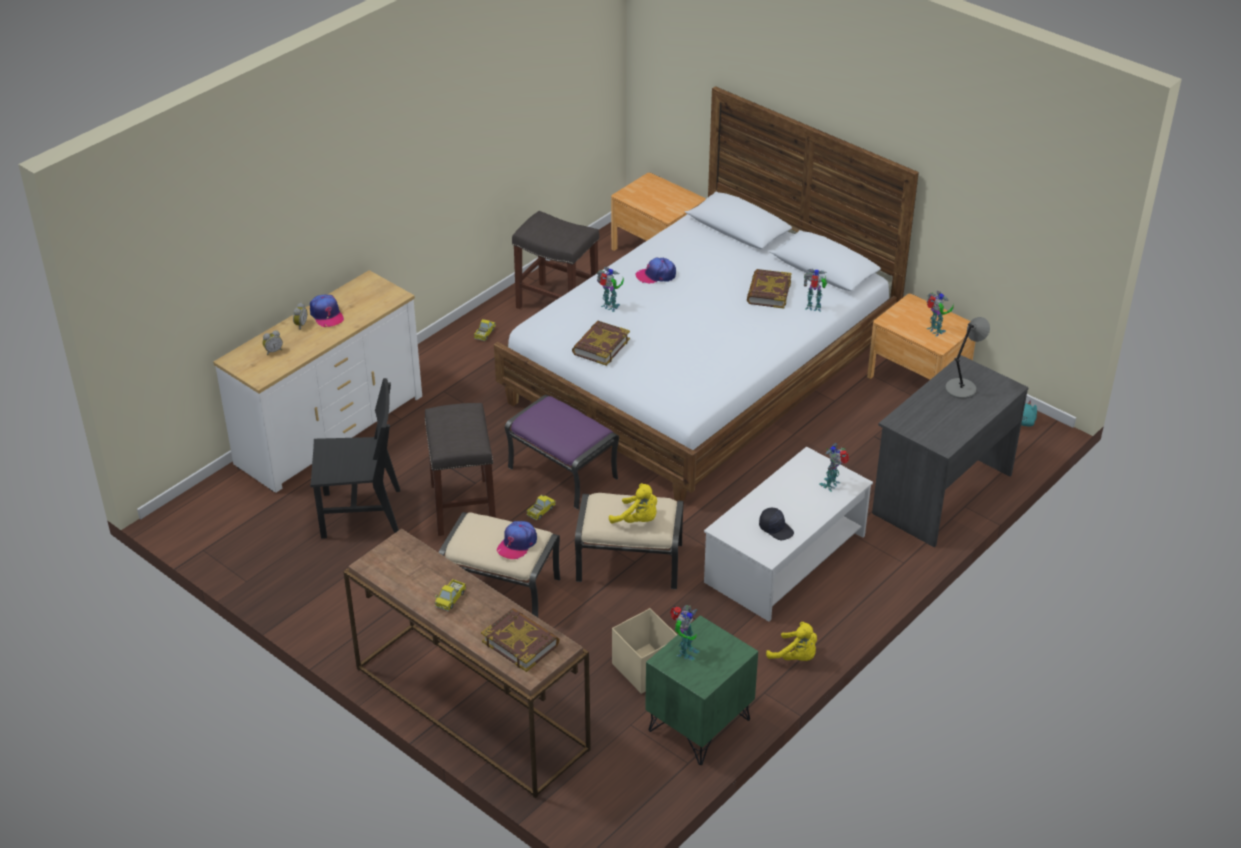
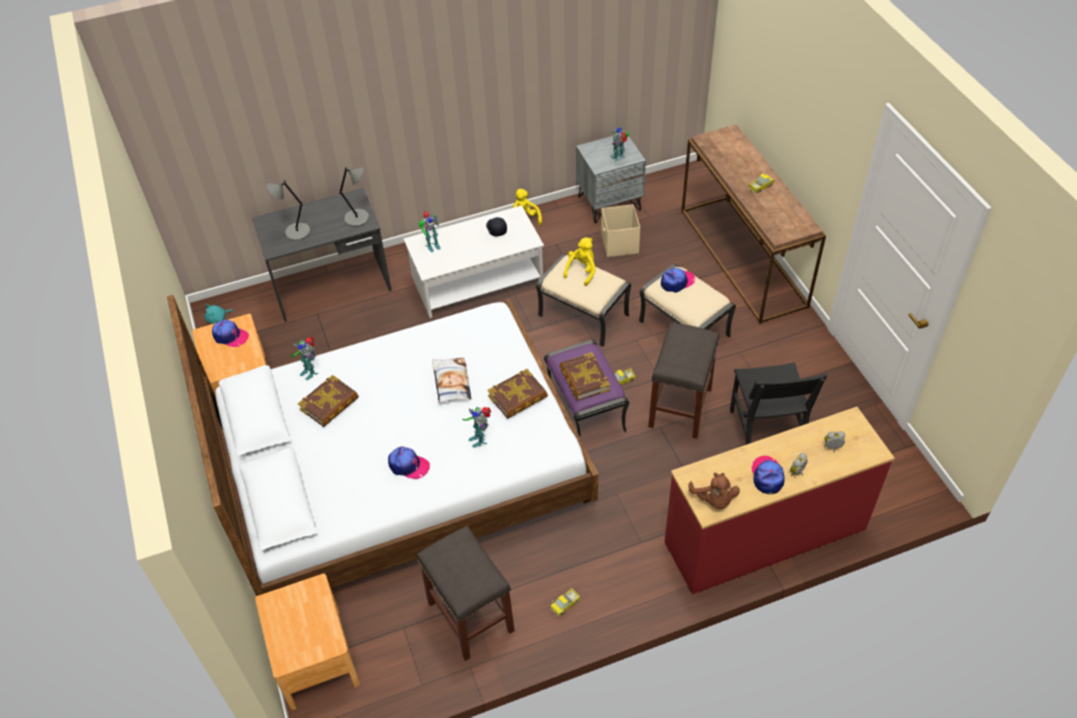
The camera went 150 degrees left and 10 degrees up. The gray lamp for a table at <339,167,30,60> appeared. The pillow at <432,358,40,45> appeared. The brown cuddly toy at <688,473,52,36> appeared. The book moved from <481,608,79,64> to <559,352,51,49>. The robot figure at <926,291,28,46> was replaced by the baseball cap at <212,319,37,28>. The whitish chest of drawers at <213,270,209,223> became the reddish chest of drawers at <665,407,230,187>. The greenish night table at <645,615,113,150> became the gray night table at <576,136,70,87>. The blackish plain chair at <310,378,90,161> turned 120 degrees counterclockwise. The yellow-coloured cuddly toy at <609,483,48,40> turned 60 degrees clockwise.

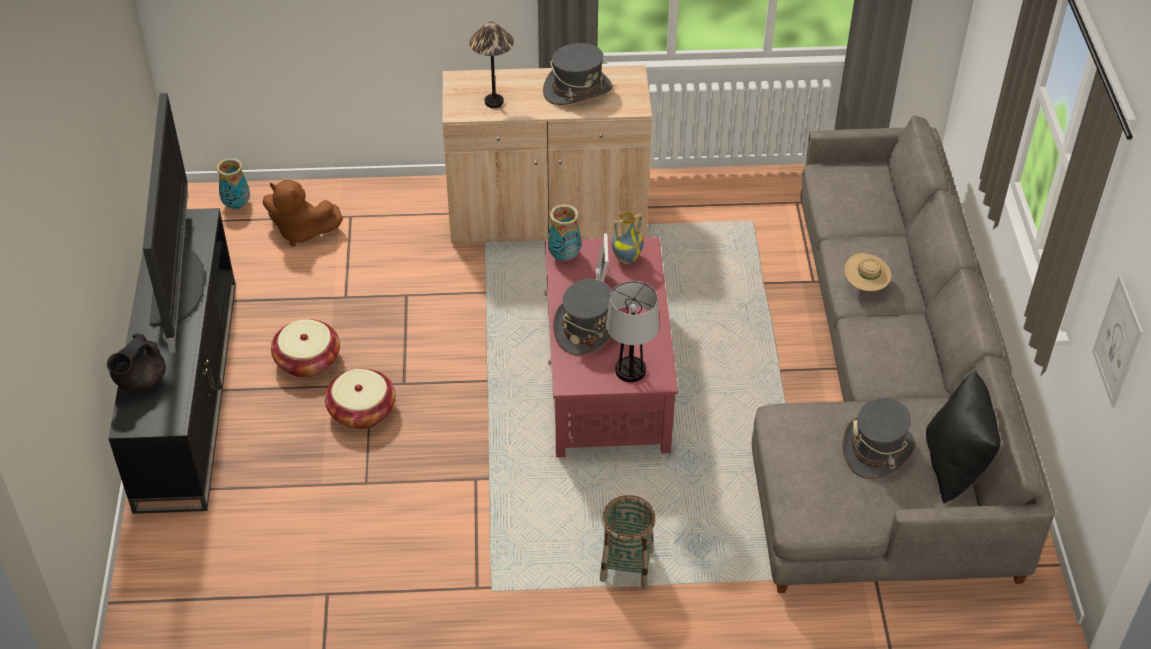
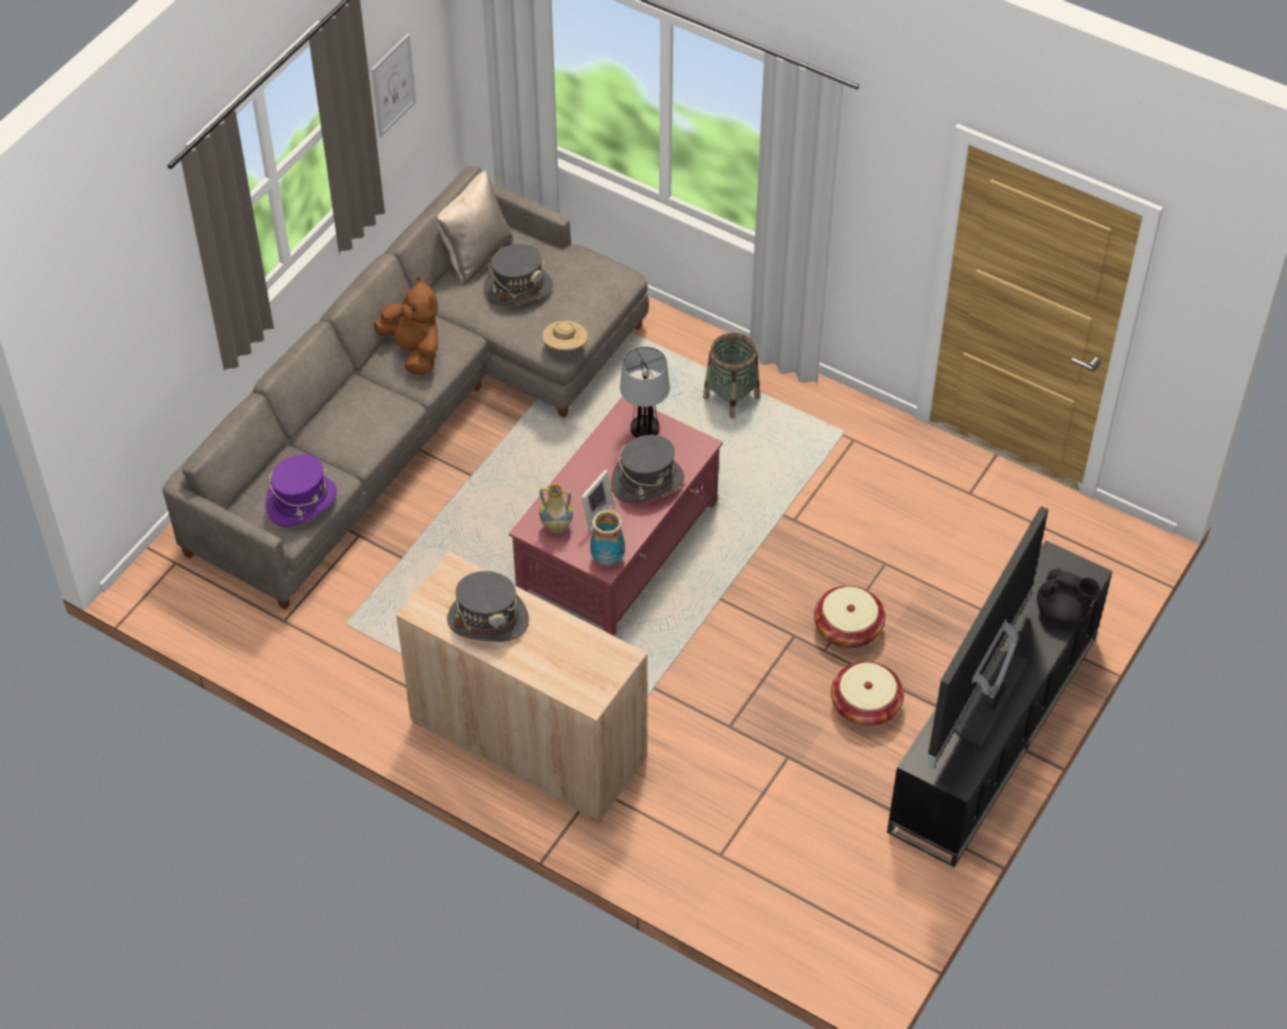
The camera went 145 degrees left and 5 degrees up. The vase at <216,158,34,52> disappeared. The lamp for a table at <469,22,45,86> disappeared. The purple-coloured hat at <266,454,71,73> appeared. The brown cuddly toy moved from <263,180,80,67> to <374,277,64,98>. The beige hat moved from <844,253,47,38> to <542,321,46,31>. The blackish pillow at <926,370,75,134> became the beige pillow at <437,171,76,114>. The blackish pot for tea at <107,334,59,57> turned 45 degrees clockwise.

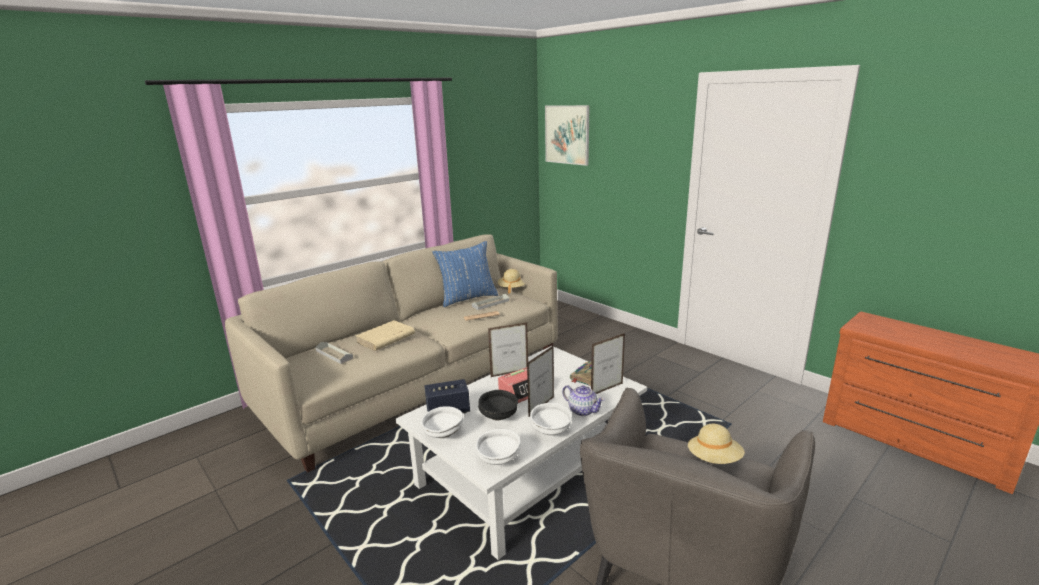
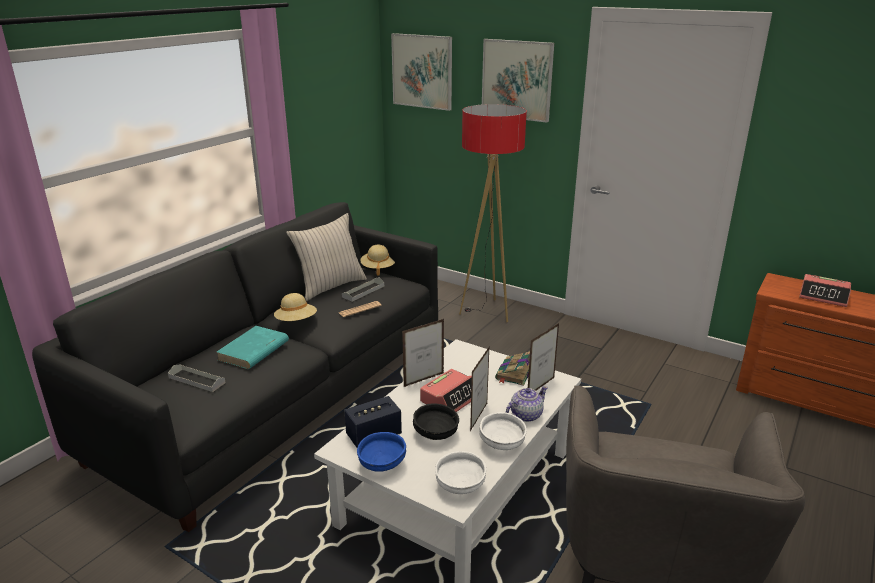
The camera went 15 degrees left and 5 degrees up. The floor lamp at <459,104,68,218> appeared. The wall picture at <482,39,72,84> appeared. The alarm clock at <799,274,52,33> appeared. The beige hat moved from <688,424,57,40> to <274,293,43,28>. The beige couch at <225,234,333,239> became the blackish couch at <32,202,406,330>. The beige book at <356,320,59,31> became the blue-green book at <217,326,72,43>. The whitish deep dish at <421,406,42,32> became the bluish deep dish at <357,432,49,40>. The bluish pillow at <432,241,66,66> became the beige pillow at <286,213,81,88>. The pot for tea at <562,385,43,31> turned 60 degrees counterclockwise.

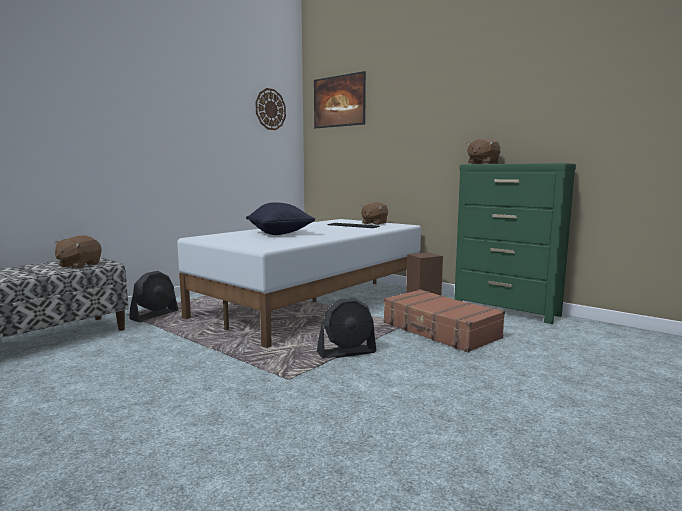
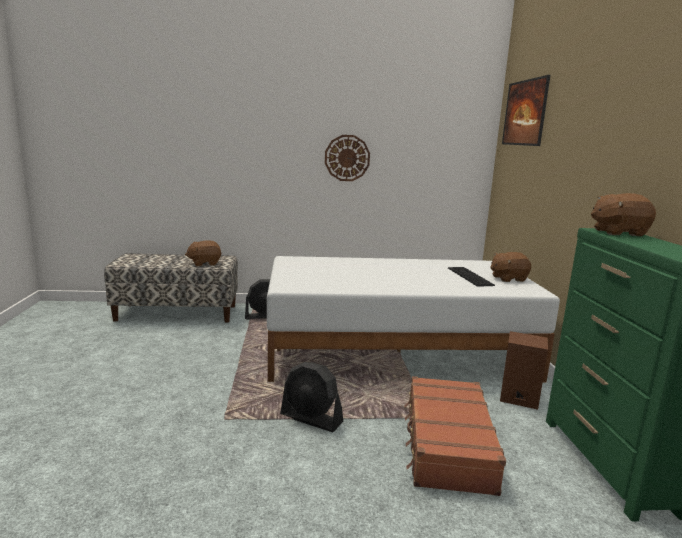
The camera went 45 degrees right and 5 degrees up. The blackish pillow at <246,202,69,33> disappeared. The hanging clock moved from <255,88,31,42> to <325,135,45,46>.

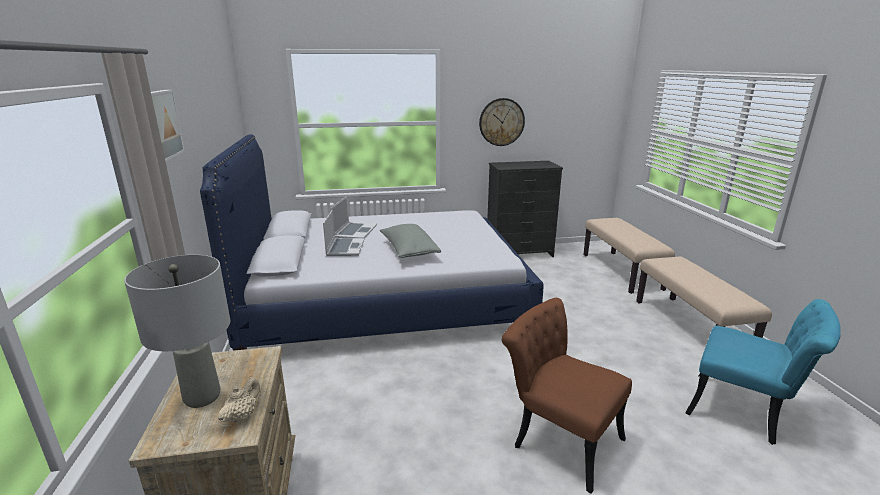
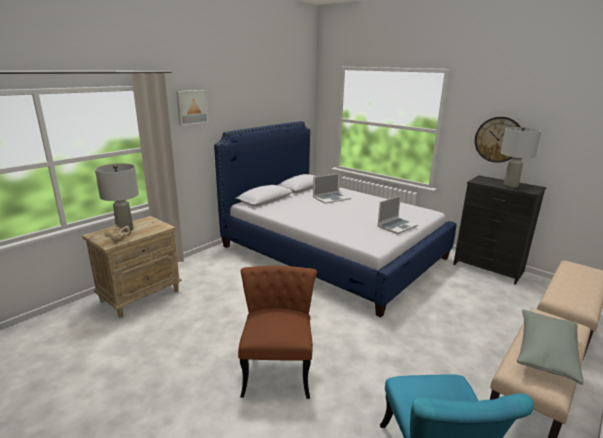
The camera went 50 degrees right and 0 degrees up. The gray lamp for a table at <500,127,41,61> appeared. The laptop moved from <323,210,41,46> to <377,195,41,39>. The gray pillow moved from <380,224,61,34> to <517,309,66,76>.

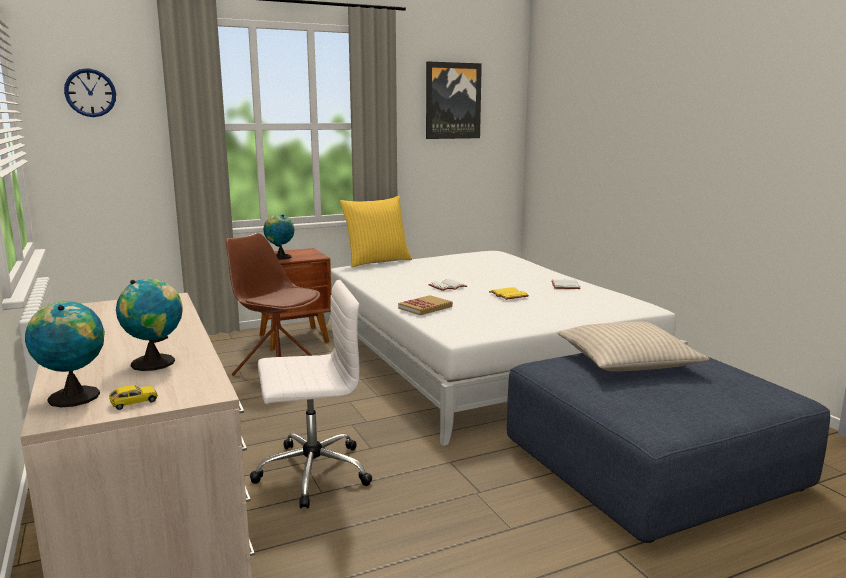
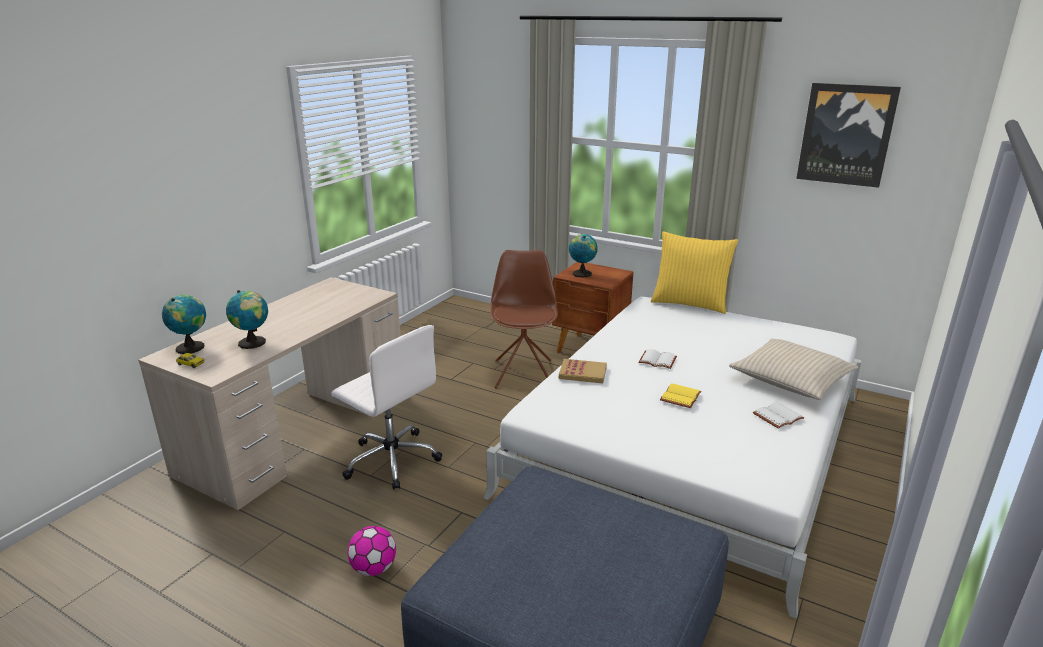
The camera went 55 degrees right and 10 degrees up. The hanging clock at <64,68,52,49> disappeared. The ball for football at <347,526,49,50> appeared. The beige pillow moved from <557,322,153,50> to <729,339,129,61>.

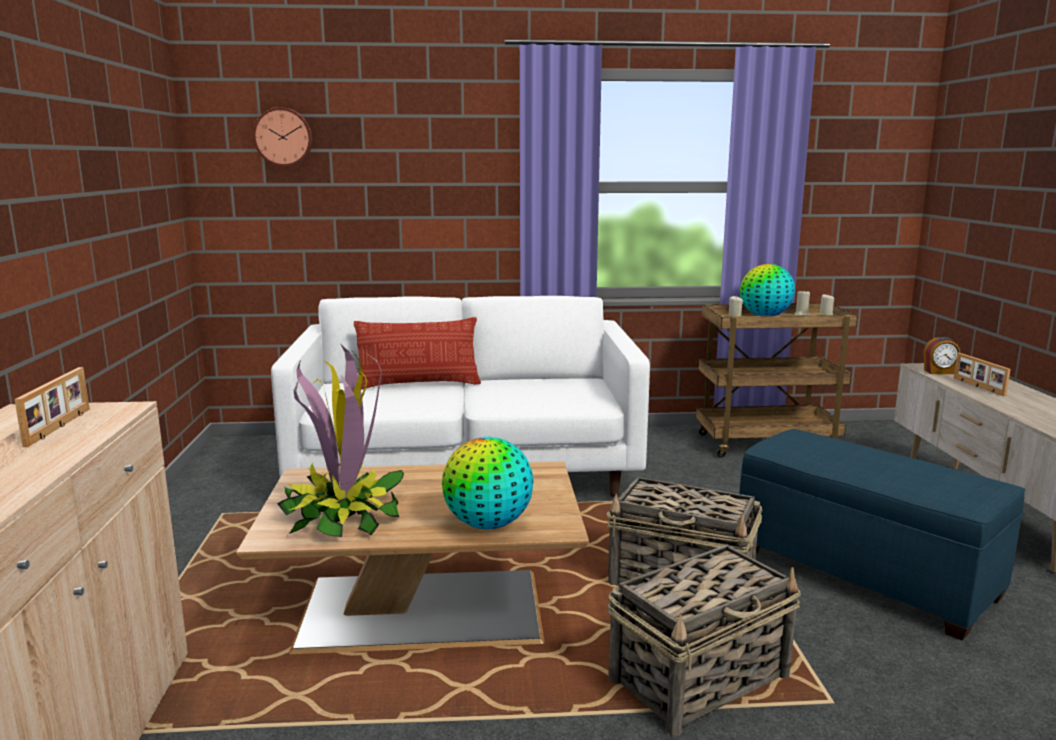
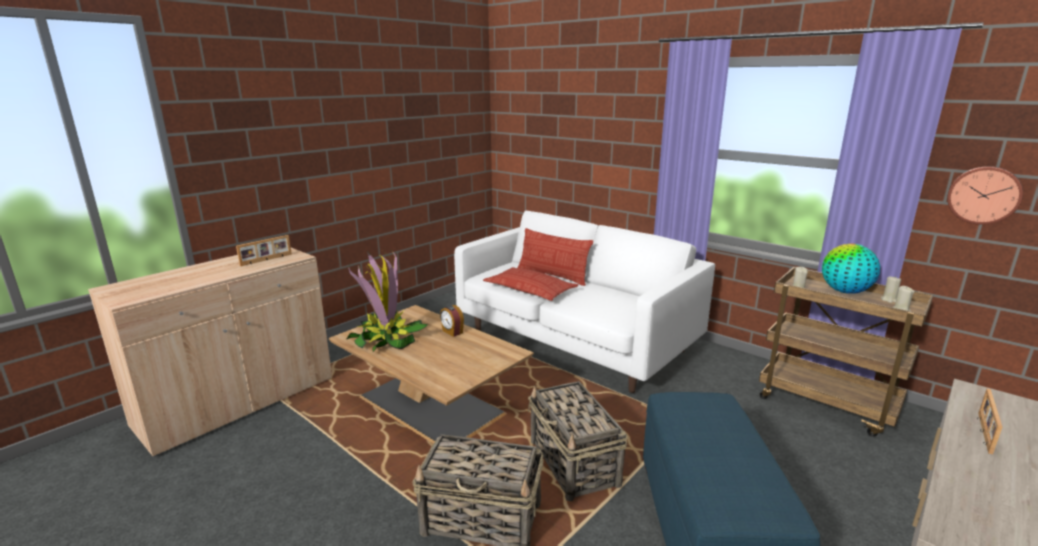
The camera went 45 degrees right and 5 degrees up. The globe at <442,437,92,92> disappeared. The pillow at <483,267,95,34> appeared. The hanging clock moved from <253,107,60,60> to <947,166,76,59>. The alarm clock moved from <923,337,37,37> to <440,305,24,32>.

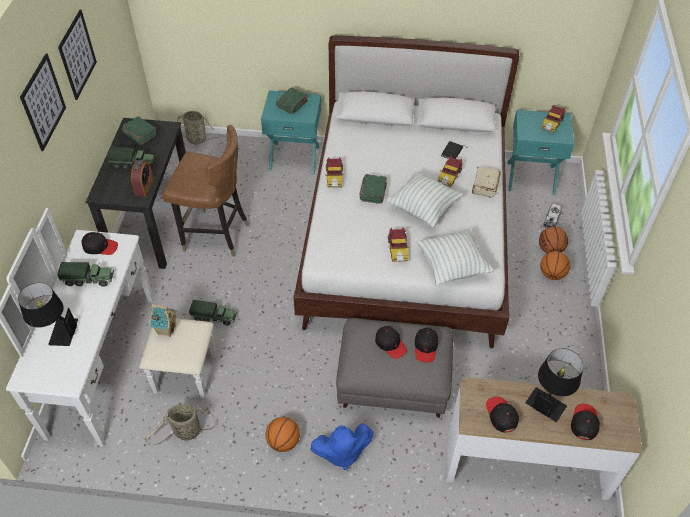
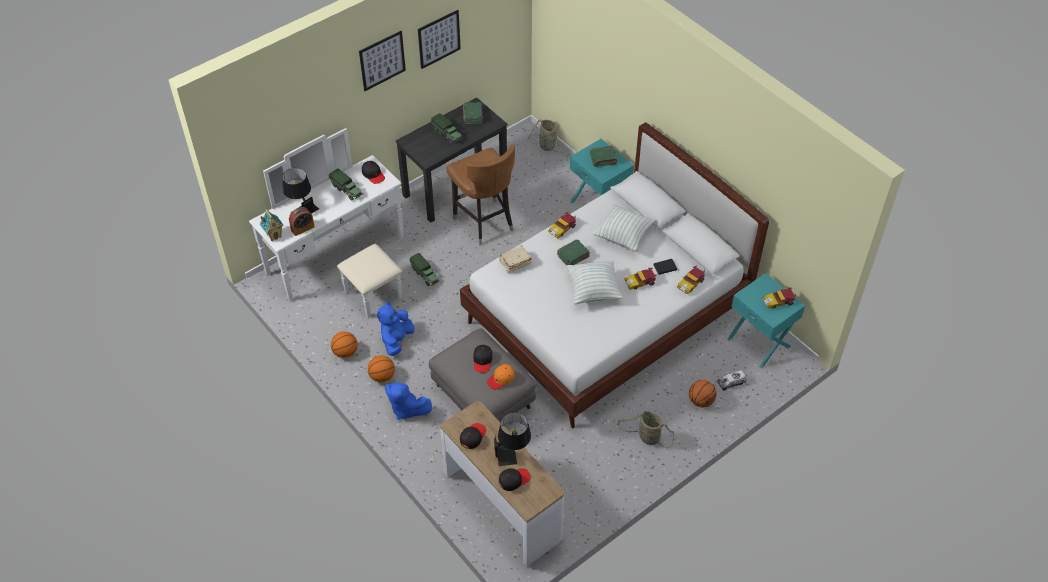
The camera went 45 degrees right and 0 degrees up. The bluish cuddly toy at <377,302,38,54> appeared. The alarm clock moved from <131,161,23,36> to <289,207,26,29>. The household basket moved from <145,404,71,41> to <618,411,56,37>. The miniature house moved from <149,304,28,33> to <260,209,24,32>. The toy car moved from <388,227,22,35> to <677,266,28,28>. The pillow moved from <417,228,77,57> to <592,204,63,47>. The beige book moved from <472,167,29,31> to <500,245,32,28>. The basketball moved from <540,251,30,29> to <331,332,27,26>. The blackish baseball cap at <415,328,23,34> became the orangey baseball cap at <487,364,28,26>.

